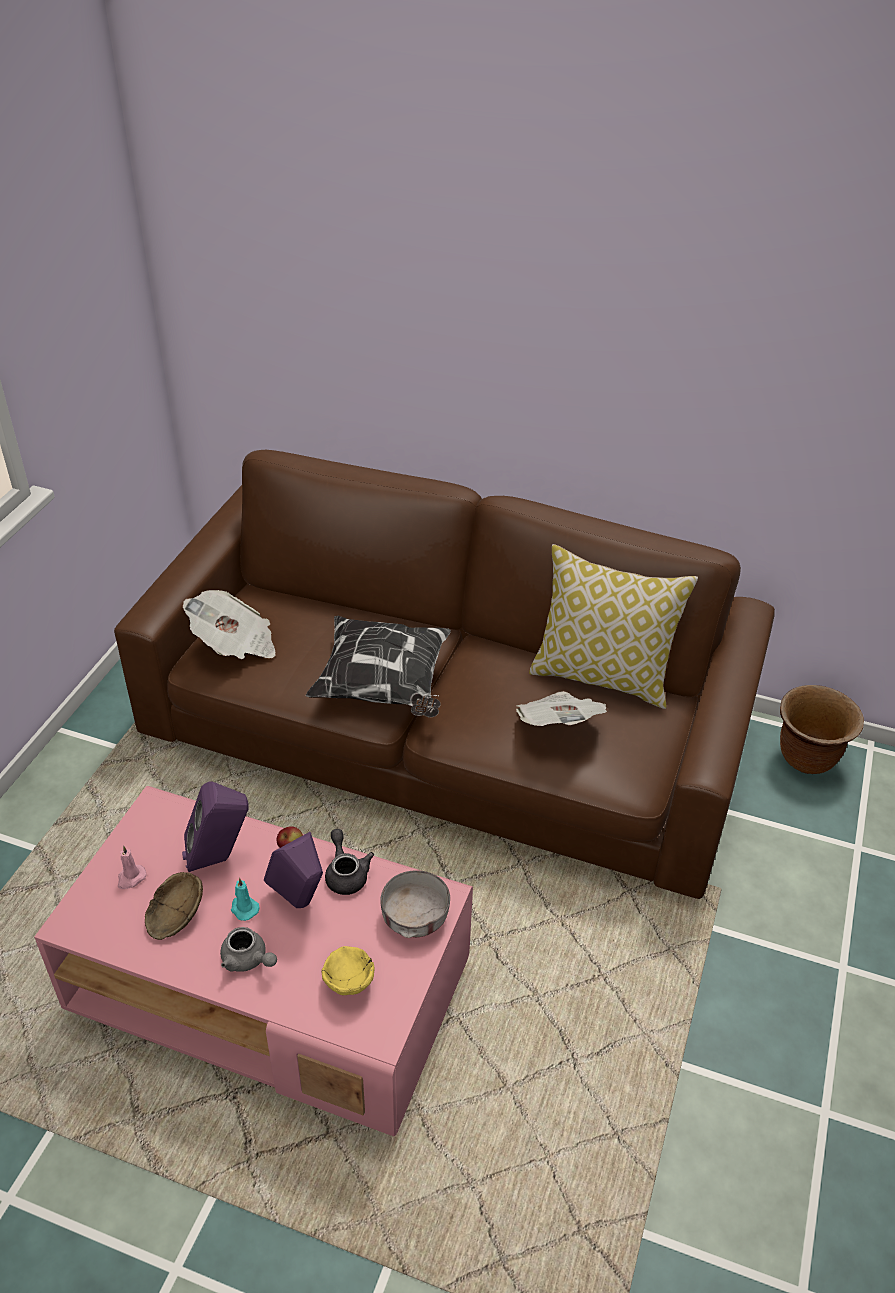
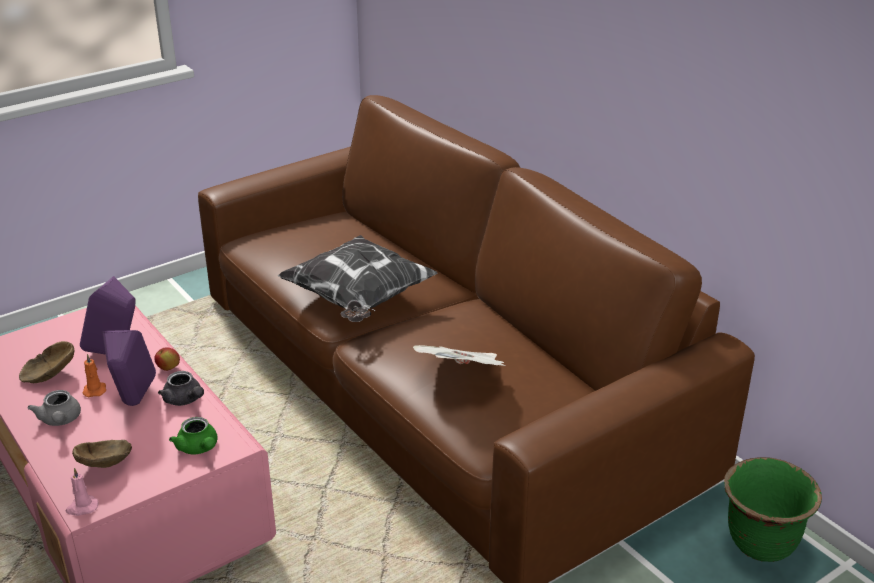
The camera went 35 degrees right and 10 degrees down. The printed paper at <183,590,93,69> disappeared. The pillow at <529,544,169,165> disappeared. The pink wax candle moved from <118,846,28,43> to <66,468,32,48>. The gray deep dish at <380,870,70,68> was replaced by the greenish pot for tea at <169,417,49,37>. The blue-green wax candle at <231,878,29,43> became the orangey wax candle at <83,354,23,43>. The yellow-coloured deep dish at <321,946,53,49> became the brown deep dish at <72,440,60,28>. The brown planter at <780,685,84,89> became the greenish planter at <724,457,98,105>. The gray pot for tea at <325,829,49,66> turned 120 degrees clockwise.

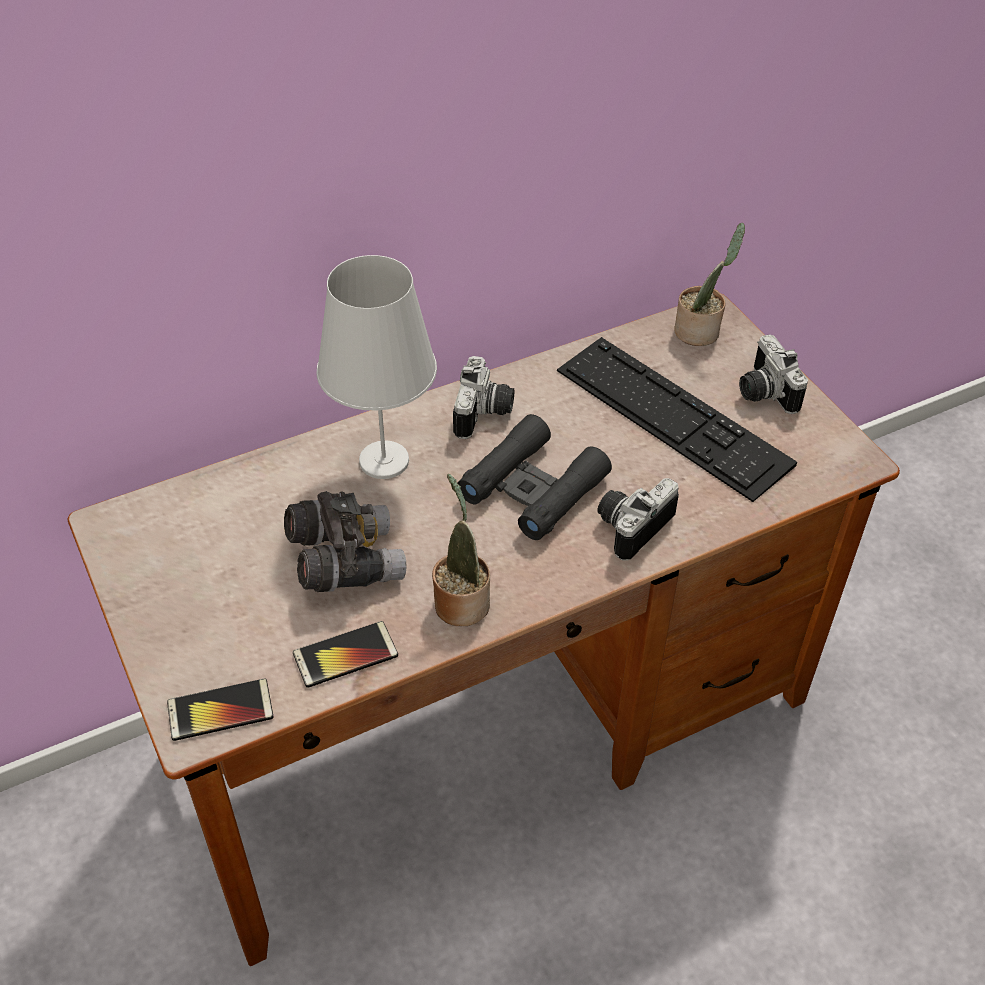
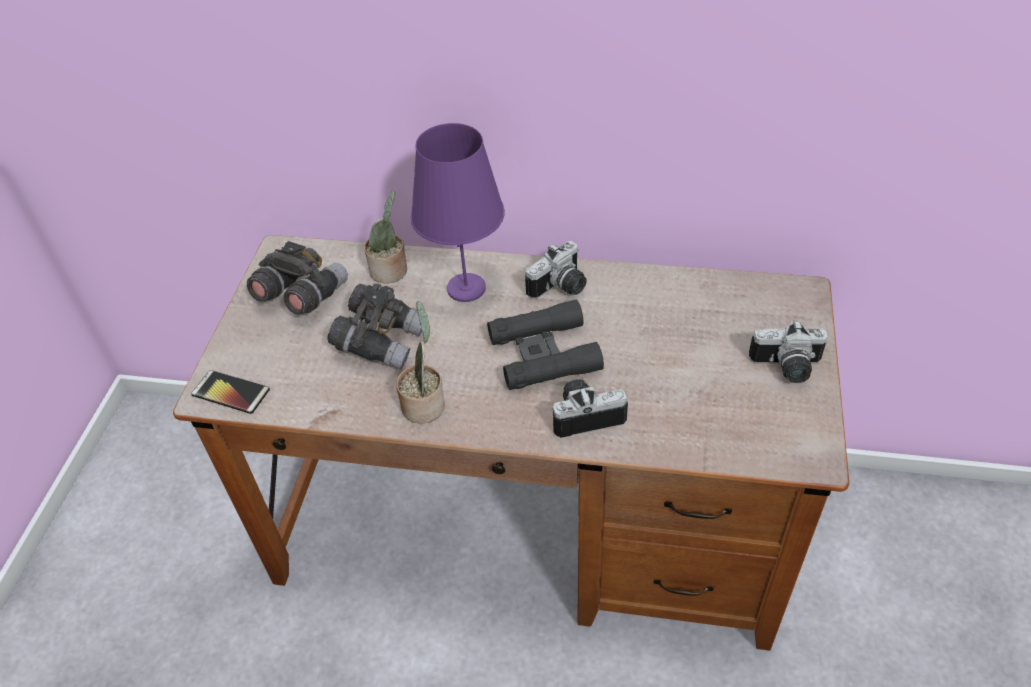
The camera went 40 degrees right and 0 degrees up. The telephone at <293,621,105,67> disappeared. The PC keyboard at <557,337,240,165> disappeared. The gray field glasses at <247,241,101,74> appeared. The plant in a pot moved from <674,223,71,123> to <364,191,43,93>. The whitish lamp for a table at <316,255,121,224> became the purple-coloured lamp for a table at <411,123,94,179>. The still camera at <739,334,69,80> turned 105 degrees counterclockwise.

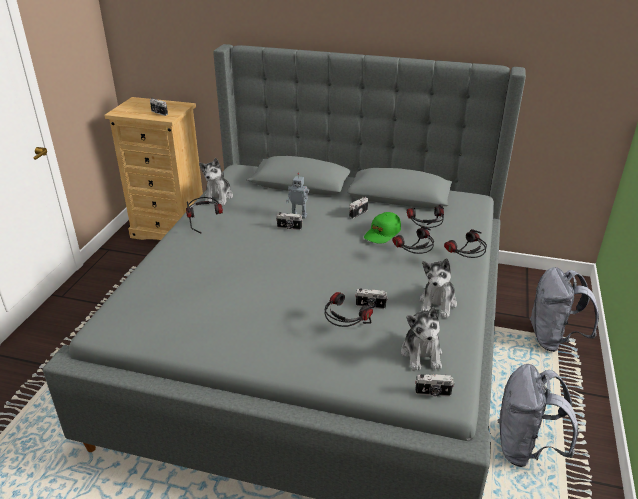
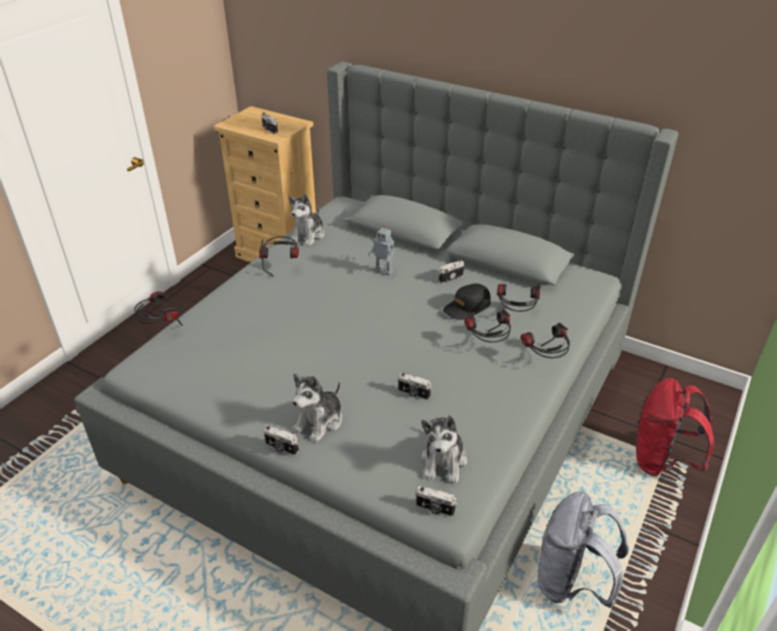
The camera went 15 degrees right and 5 degrees up. The still camera moved from <276,212,27,18> to <264,425,35,31>. The pair of headphones moved from <325,292,48,35> to <134,291,49,35>. The cuddly toy moved from <420,258,37,60> to <292,373,50,69>. The greenish baseball cap at <364,212,37,32> became the blackish baseball cap at <443,283,48,37>. The gray backpack at <530,267,69,85> became the reddish backpack at <636,378,78,98>.

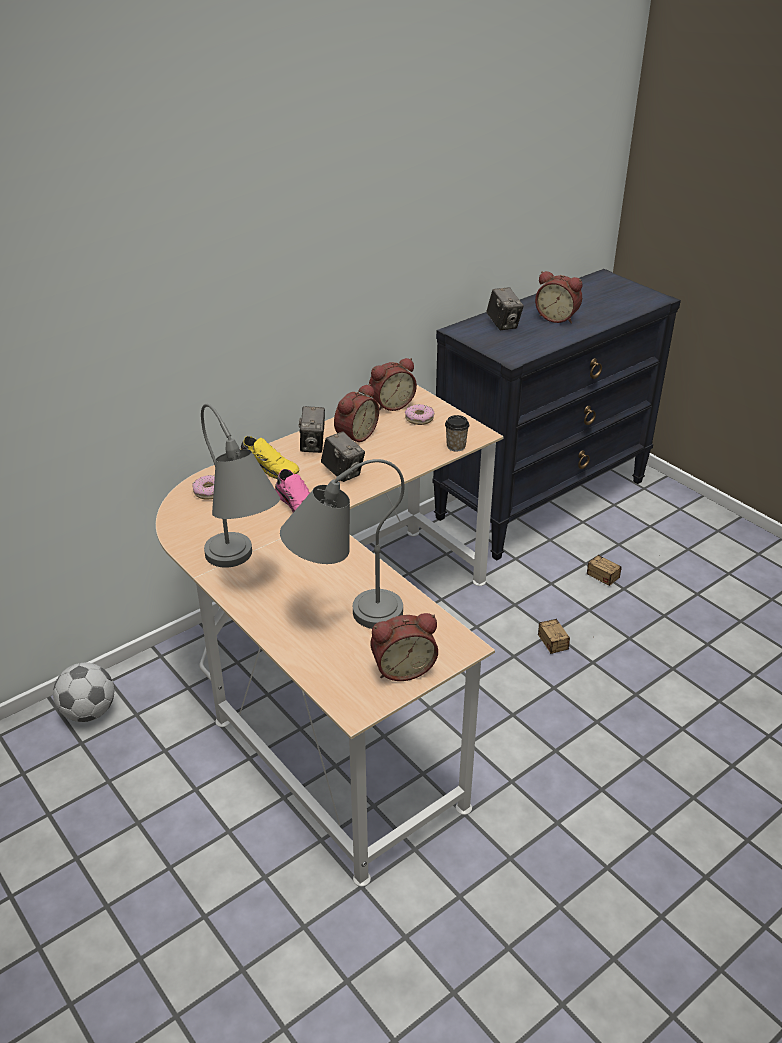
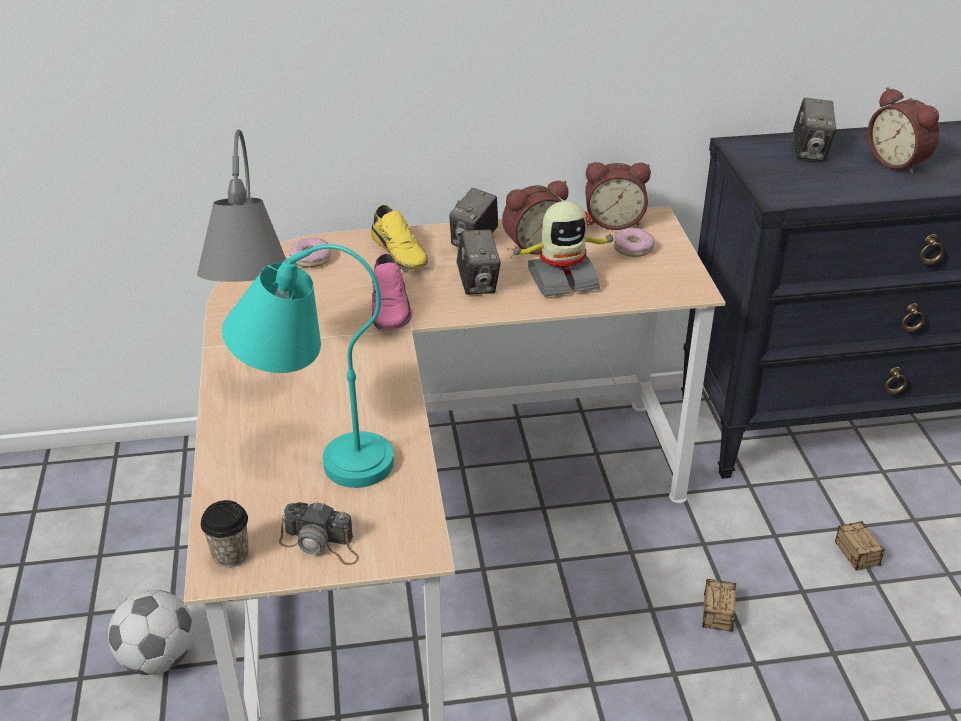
The camera went 30 degrees right and 0 degrees up. The robot figure at <508,201,109,96> appeared. The ball for football moved from <53,663,61,59> to <108,590,86,85>. The small cup moved from <445,415,24,37> to <201,500,48,68>. The alarm clock at <370,613,68,68> was replaced by the still camera at <279,501,80,64>. The gray lamp for a table at <280,459,125,170> became the blue-green lamp for a table at <222,244,172,244>.

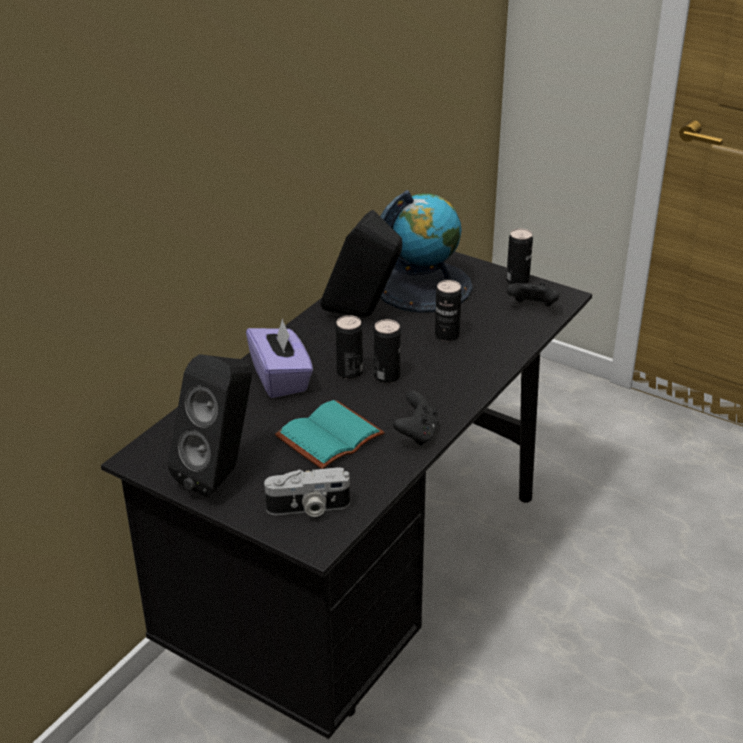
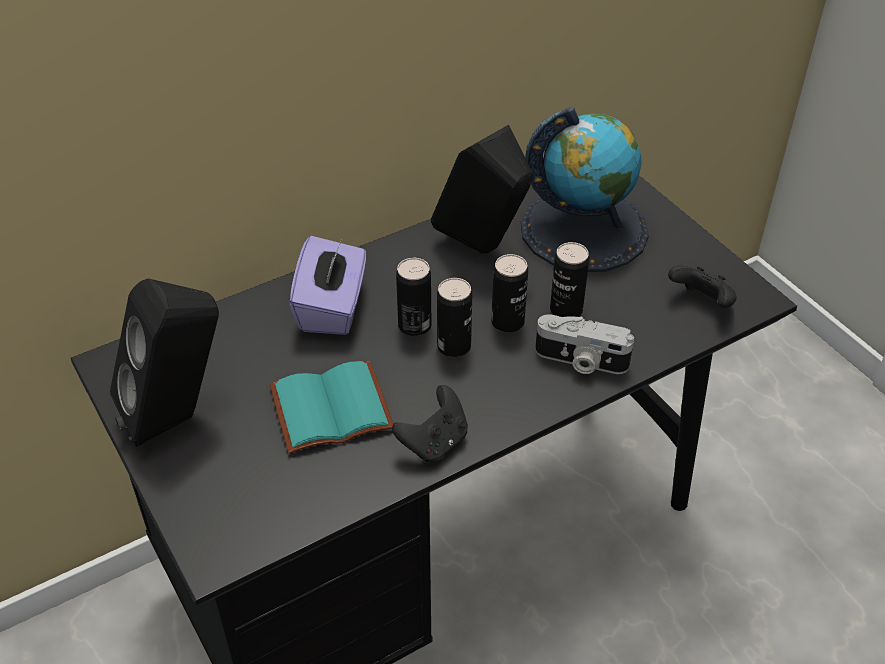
The camera went 25 degrees right and 10 degrees up. The still camera moved from <264,467,86,50> to <535,314,99,60>. The metal can moved from <506,228,27,56> to <491,254,37,79>.

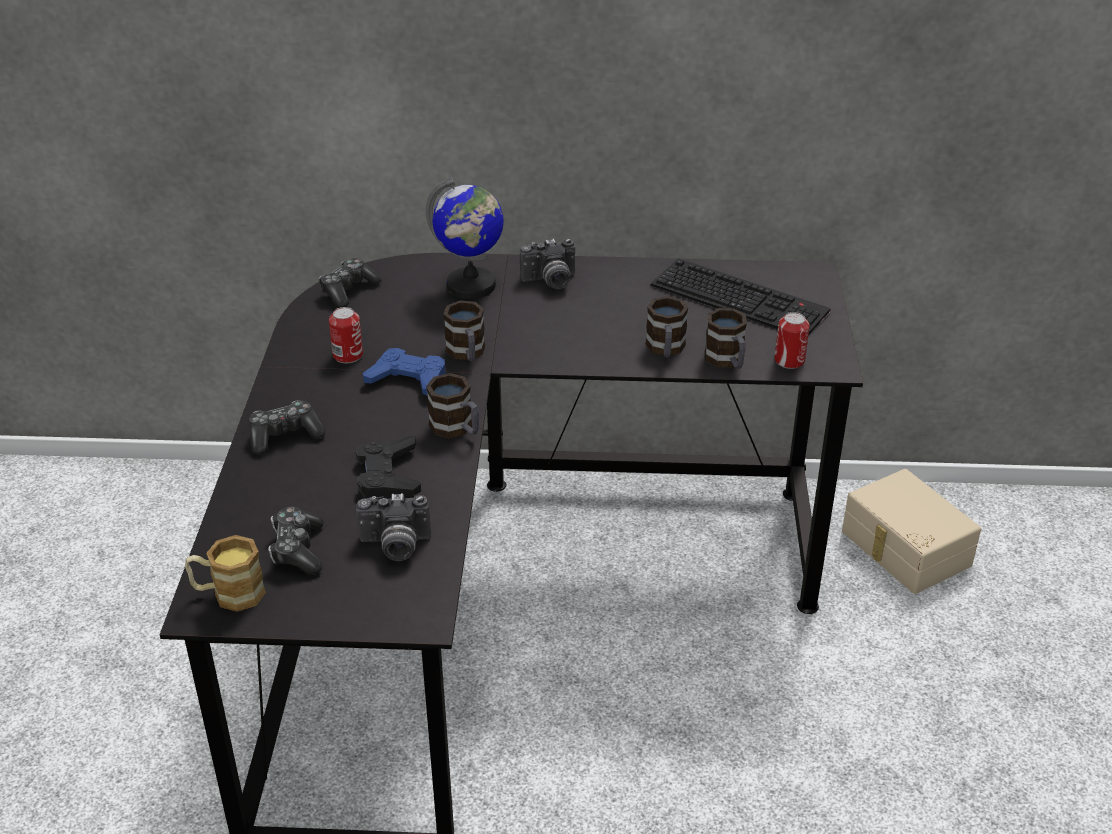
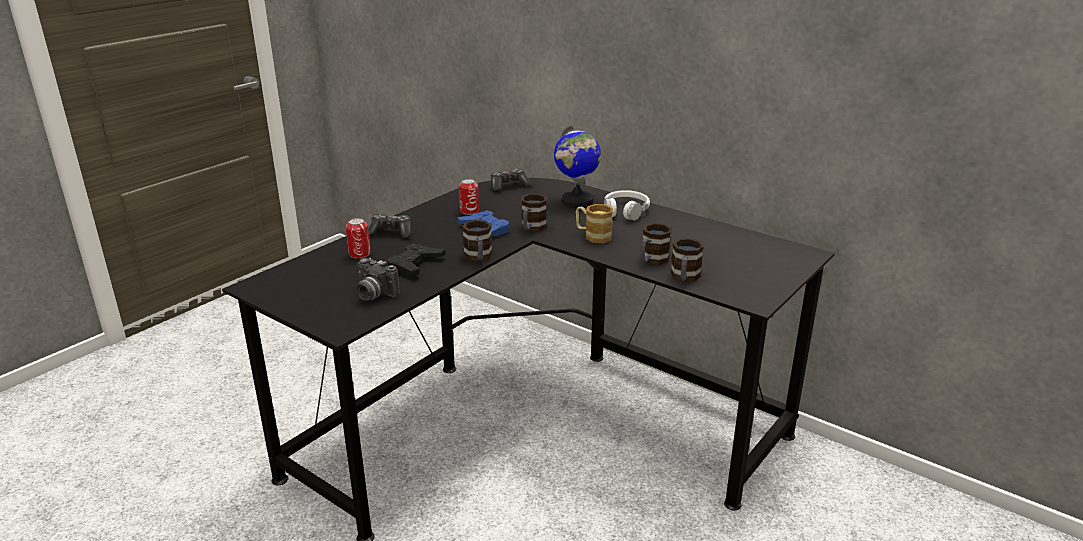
The camera went 35 degrees right and 10 degrees down. The joypad at <268,507,56,68> disappeared. The PC keyboard at <651,258,180,76> disappeared. The beige storage bin at <842,469,139,125> disappeared. The mug moved from <185,535,81,77> to <576,204,37,39>. The metal can moved from <775,312,35,57> to <346,218,25,41>. The still camera at <520,238,55,51> was replaced by the whitish pair of headphones at <604,190,46,31>.

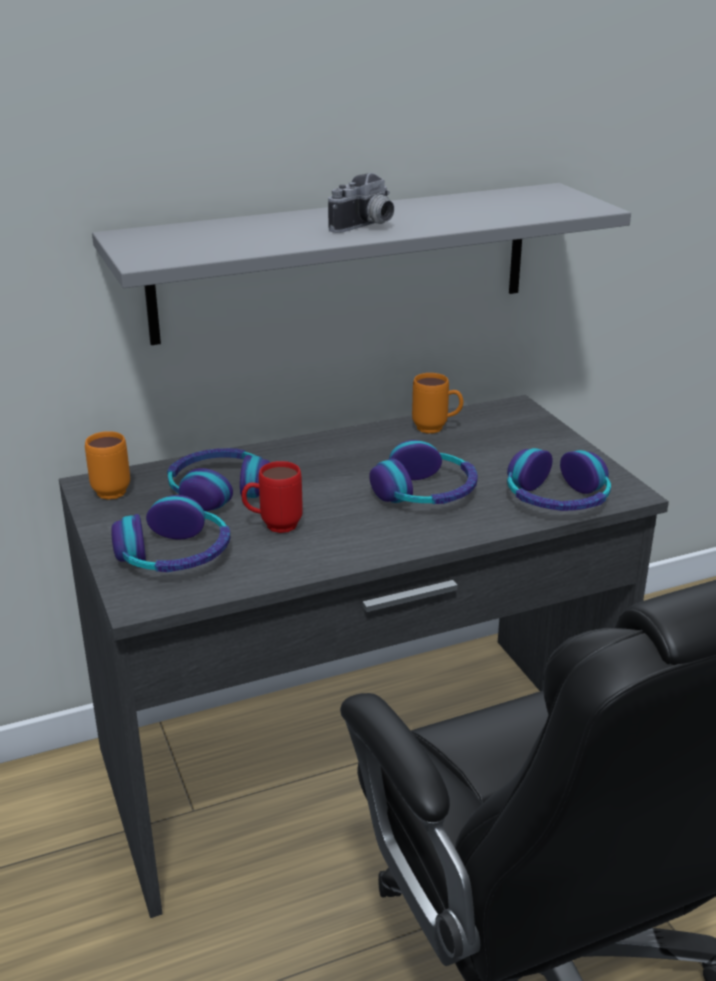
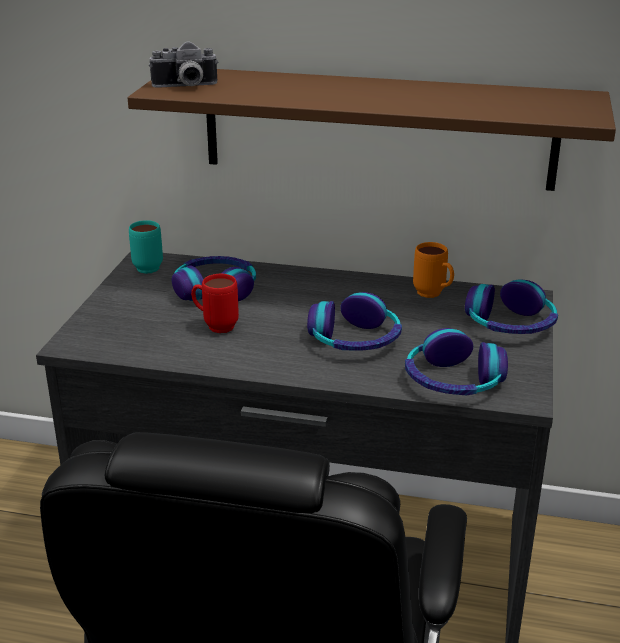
The camera went 35 degrees right and 0 degrees up. The pair of headphones moved from <111,495,120,77> to <465,280,93,54>. The still camera moved from <328,173,66,60> to <149,41,69,47>. The orangey mug at <85,431,45,69> became the blue-green mug at <129,220,34,54>. The gray wall shelf at <92,183,539,162> became the brown wall shelf at <128,69,488,122>.

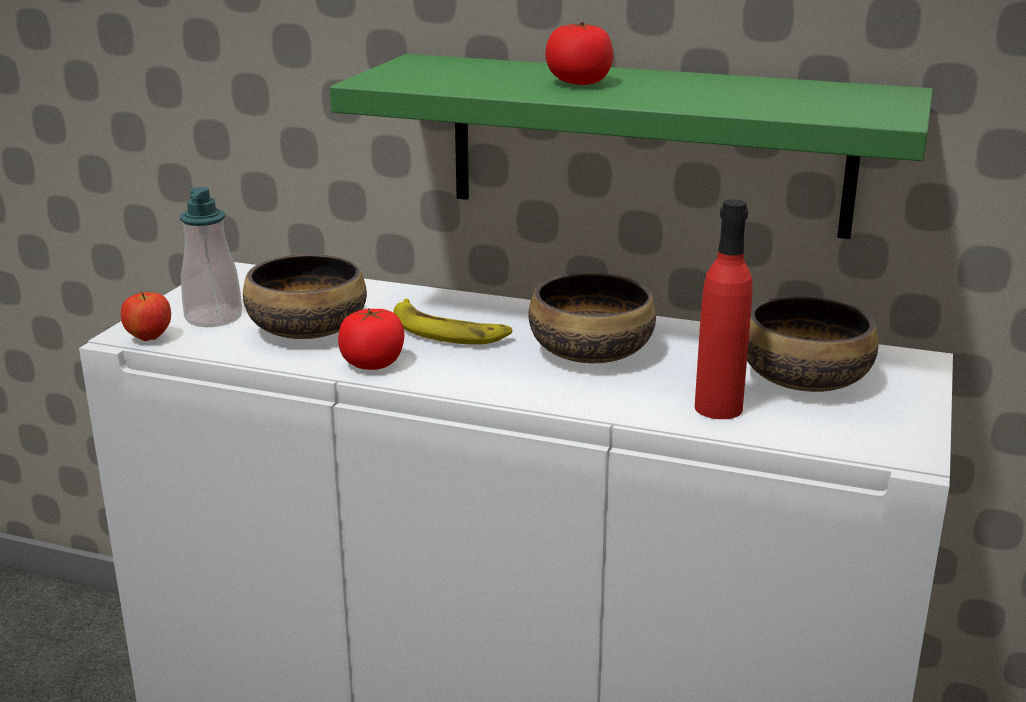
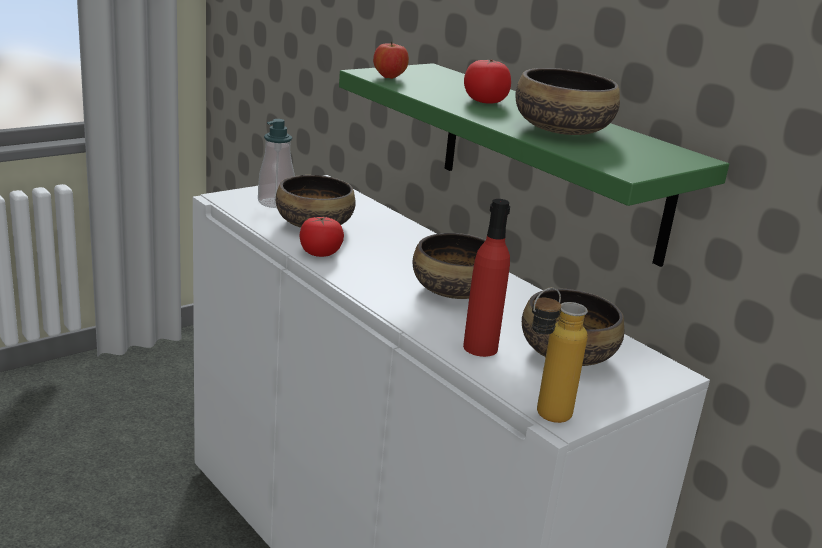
The camera went 30 degrees right and 0 degrees up. The whole banana at <393,299,119,46> disappeared. The deep dish at <515,68,105,67> appeared. The beverage bottle at <532,287,56,136> appeared. The whole apple moved from <121,292,50,49> to <373,41,36,38>.

